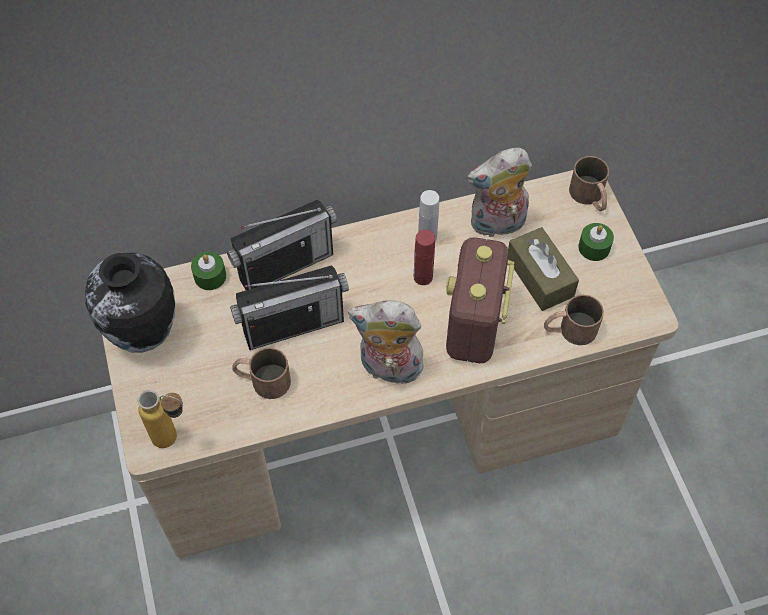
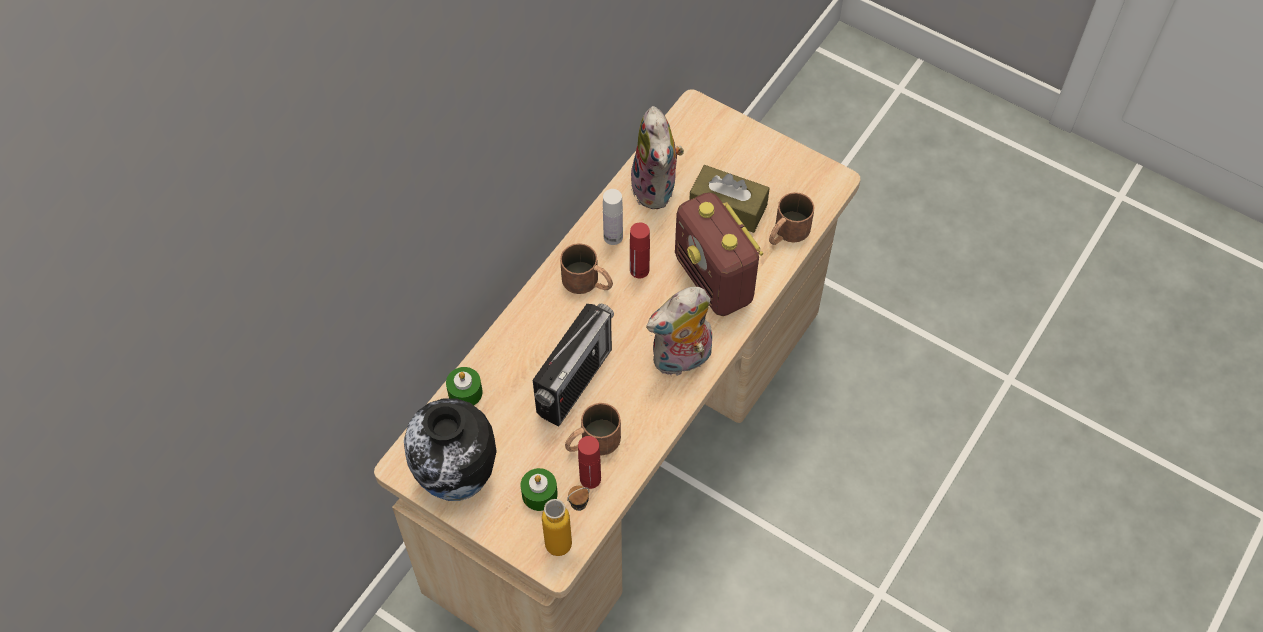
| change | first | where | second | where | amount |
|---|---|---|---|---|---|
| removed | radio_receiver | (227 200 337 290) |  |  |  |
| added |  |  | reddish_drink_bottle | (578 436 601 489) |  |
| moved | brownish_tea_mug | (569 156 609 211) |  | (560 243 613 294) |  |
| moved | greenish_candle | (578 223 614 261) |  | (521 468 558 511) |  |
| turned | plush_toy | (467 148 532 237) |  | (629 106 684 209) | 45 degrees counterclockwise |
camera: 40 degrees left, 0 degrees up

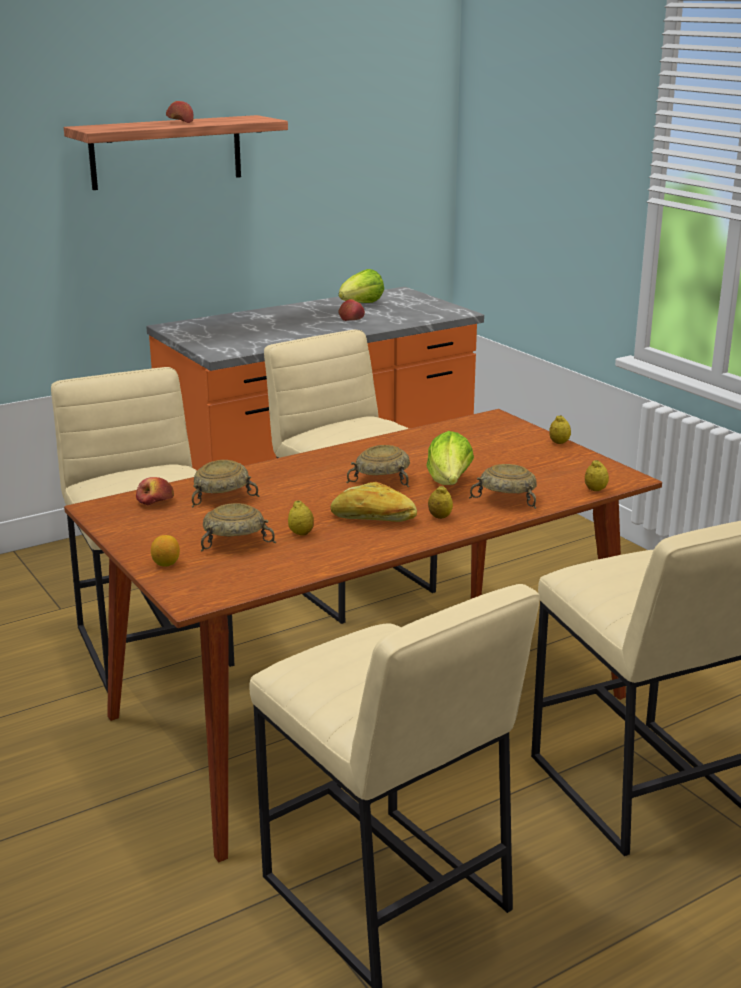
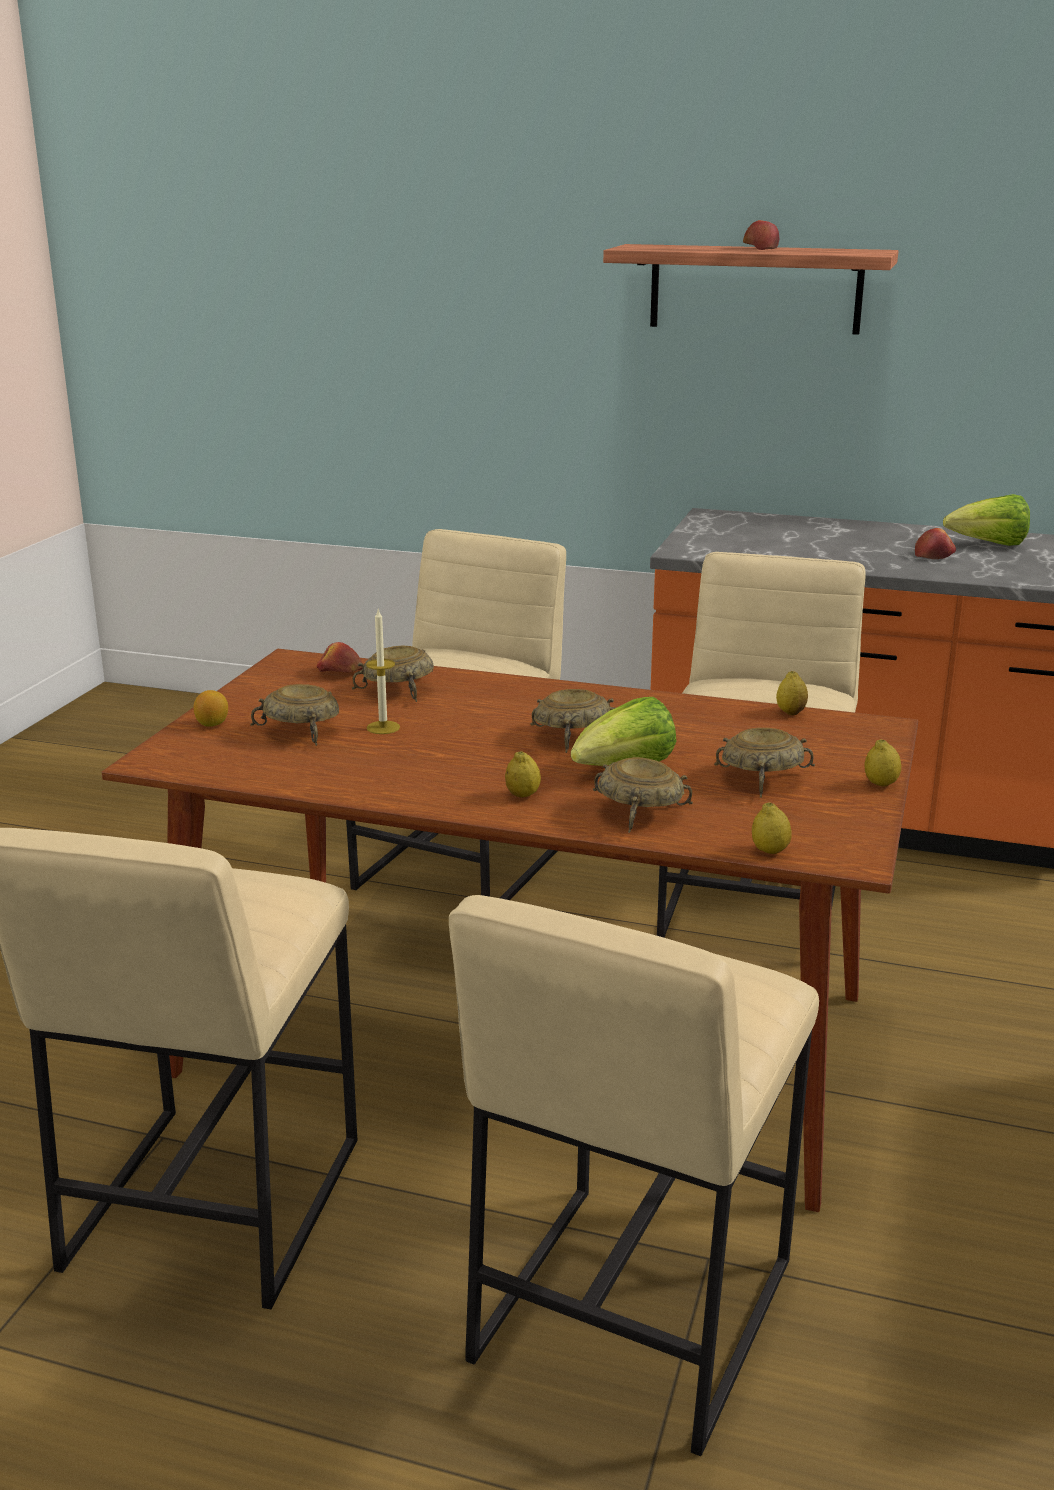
| change | first | where | second | where | amount |
|---|---|---|---|---|---|
| removed | baked_bread | (330 482 417 522) |  |  |  |
| added |  |  | candle | (366 610 400 734) |  |
| added |  |  | beige_serving_bowl | (714 728 815 798) |  |
| moved | lemon | (288 500 314 536) |  | (776 671 808 715) |  |
camera: 50 degrees right, 0 degrees up

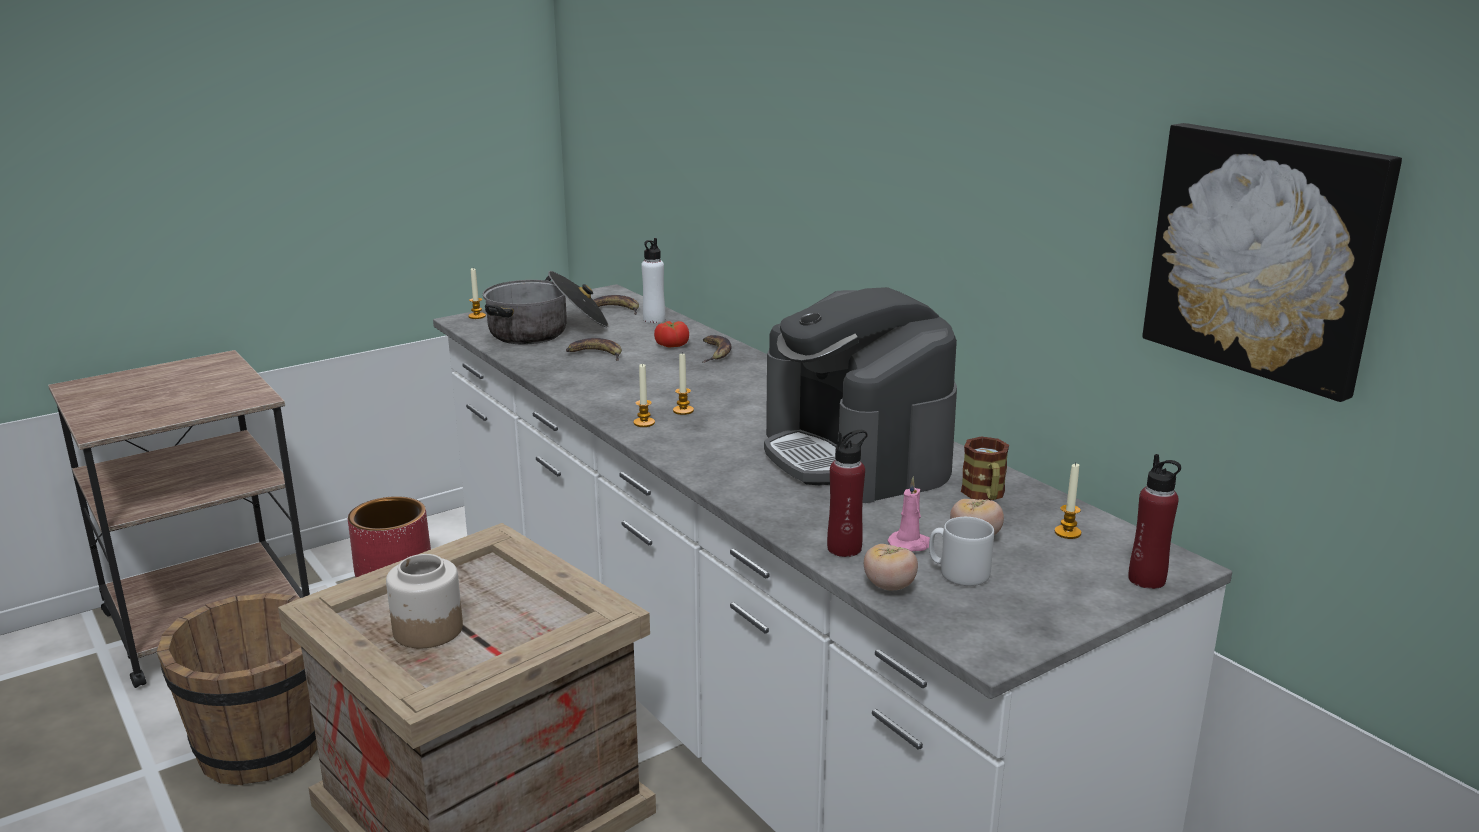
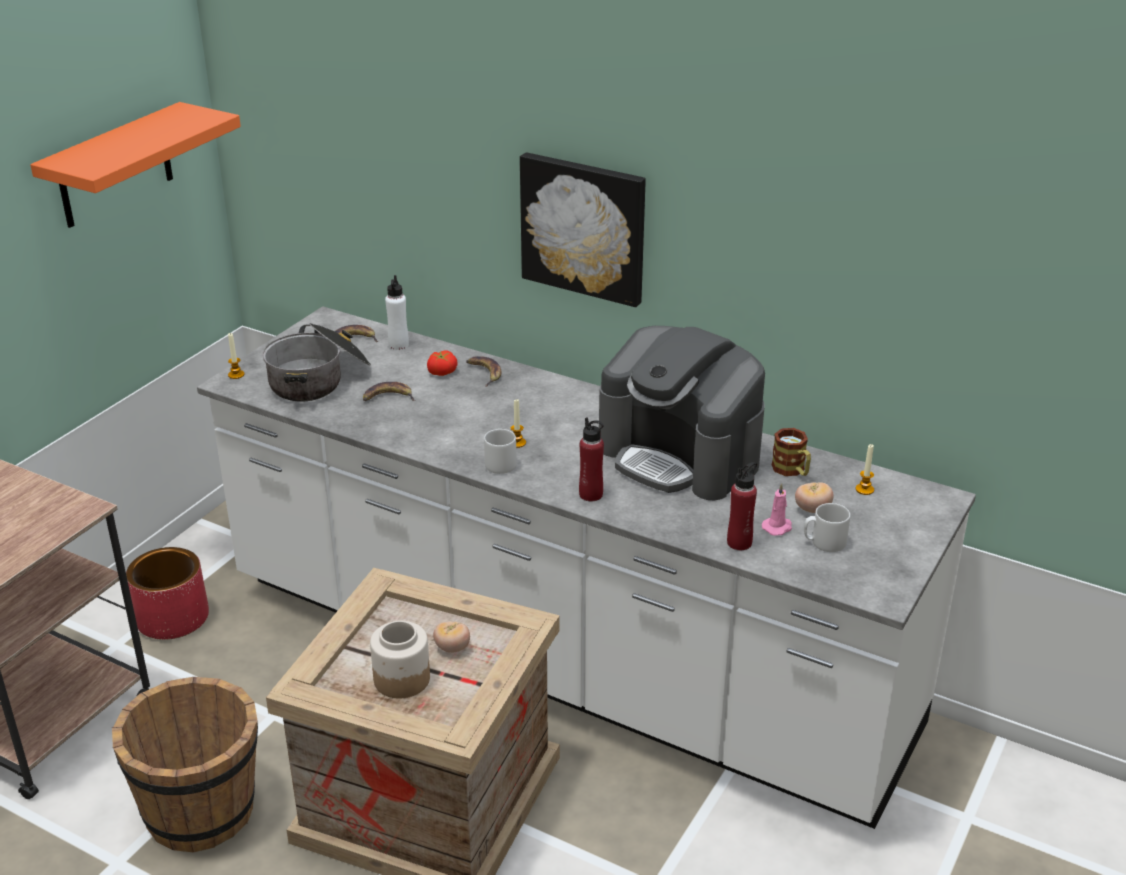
| change | first | where | second | where | amount |
|---|---|---|---|---|---|
| added |  |  | orangey_wall_shelf | (30 102 241 228) |  |
| moved | whole_tomato | (864 544 918 590) |  | (433 621 470 653) |  |
| moved | reddish_drink_bottle | (1128 454 1181 589) |  | (579 417 604 501) |  |
| moved | wall_art | (1142 123 1402 402) |  | (520 153 646 307) |  |
| replaced | candle | (634 363 655 427) | gray_tea_mug | (484 429 517 474) |  |
camera: 25 degrees left, 10 degrees up

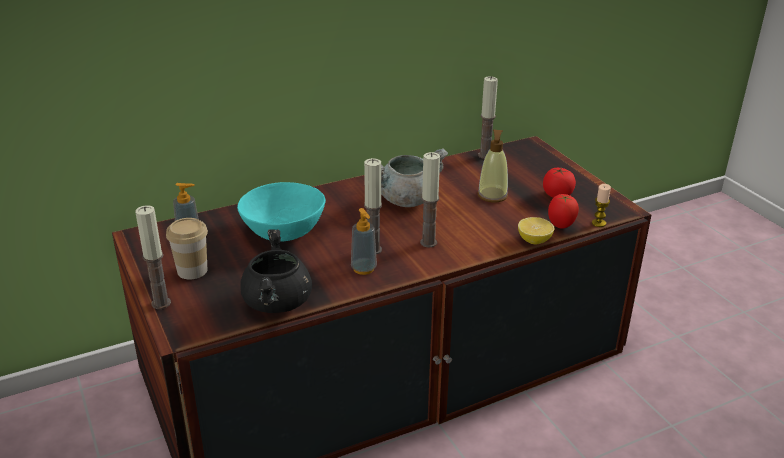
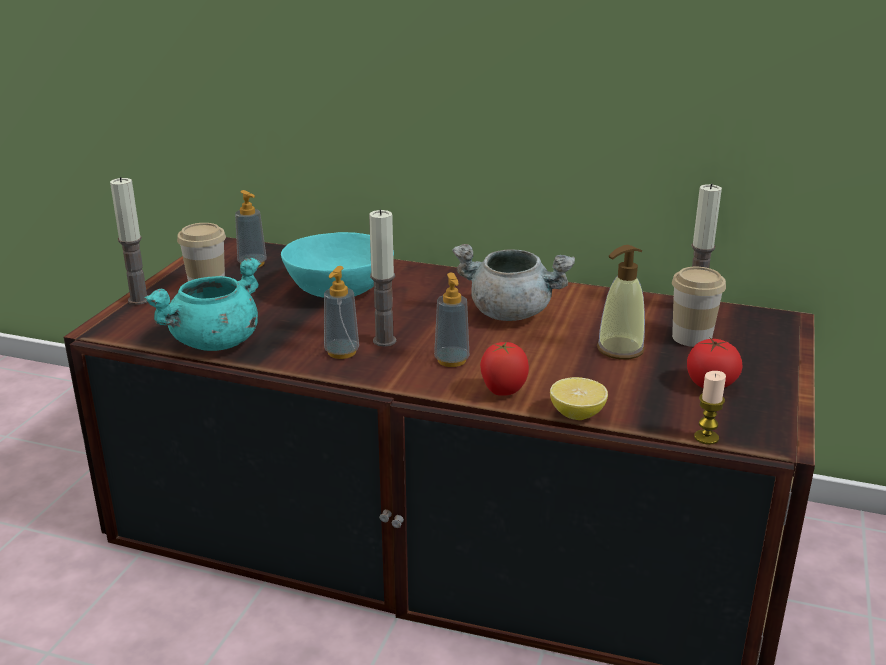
| change | first | where | second | where | amount |
|---|---|---|---|---|---|
| added |  |  | cup | (672 267 726 347) |  |
| moved | whole_tomato | (548 194 579 229) |  | (480 342 529 396) |  |
| replaced | candle | (420 152 440 248) | liquid_soap_bottle | (434 273 470 367) |  |
| recoloured | black_cooking_pot | (240 230 312 313) | turquoise-coloured_cooking_pot | (145 257 261 351) |  |
camera: 45 degrees right, 5 degrees down

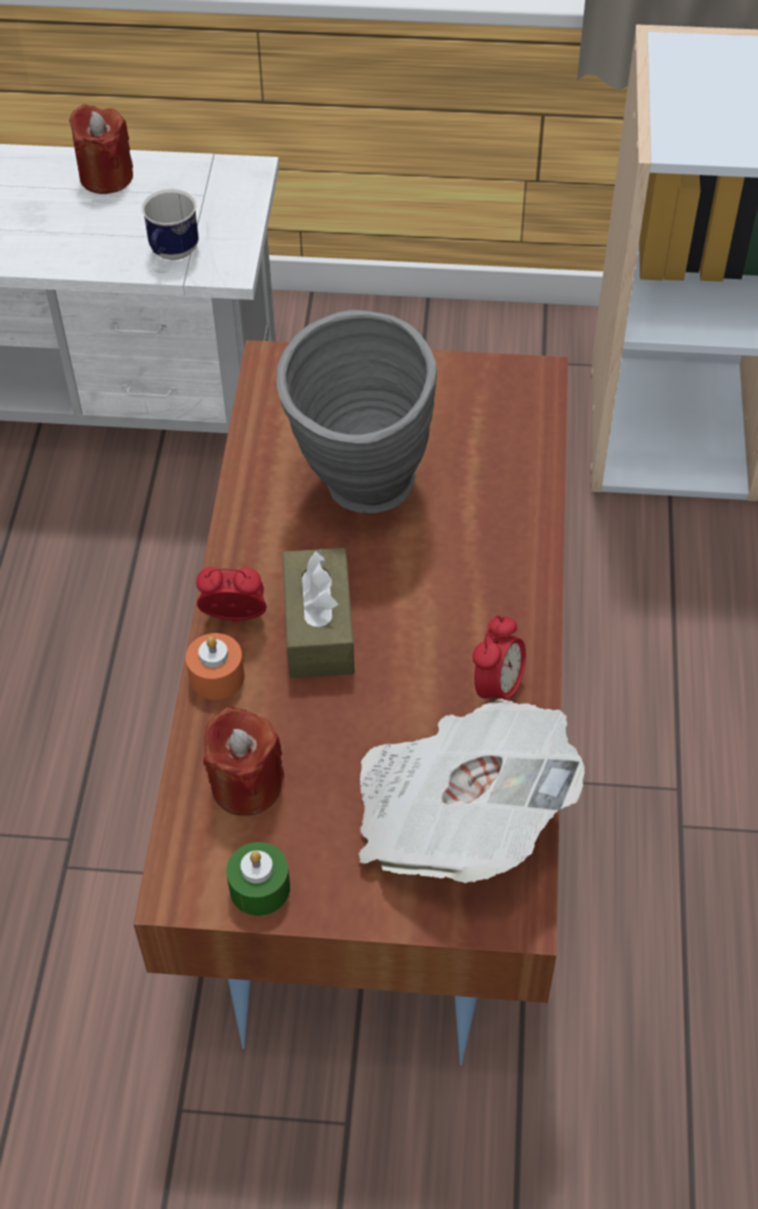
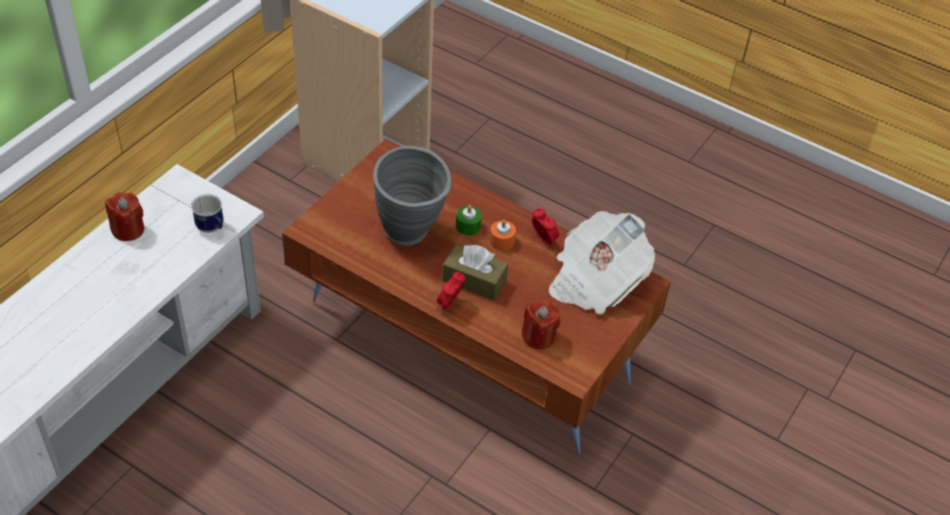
| change | first | where | second | where | amount |
|---|---|---|---|---|---|
| moved | orangey_candle | (186 633 245 700) |  | (490 220 516 250) |  |
| moved | greenish_candle | (226 842 290 916) |  | (456 205 482 236) |  |
camera: 65 degrees left, 5 degrees down

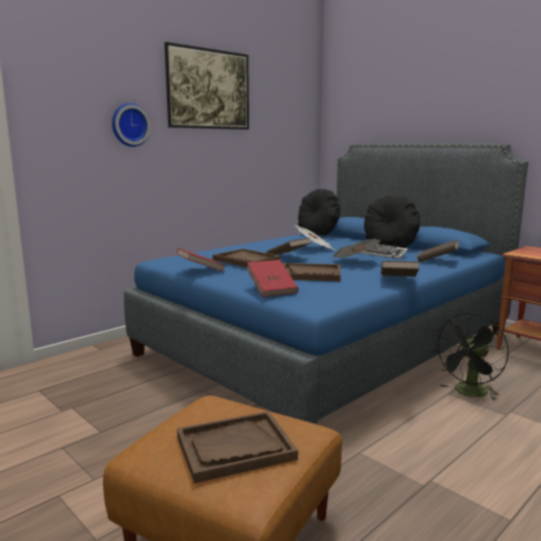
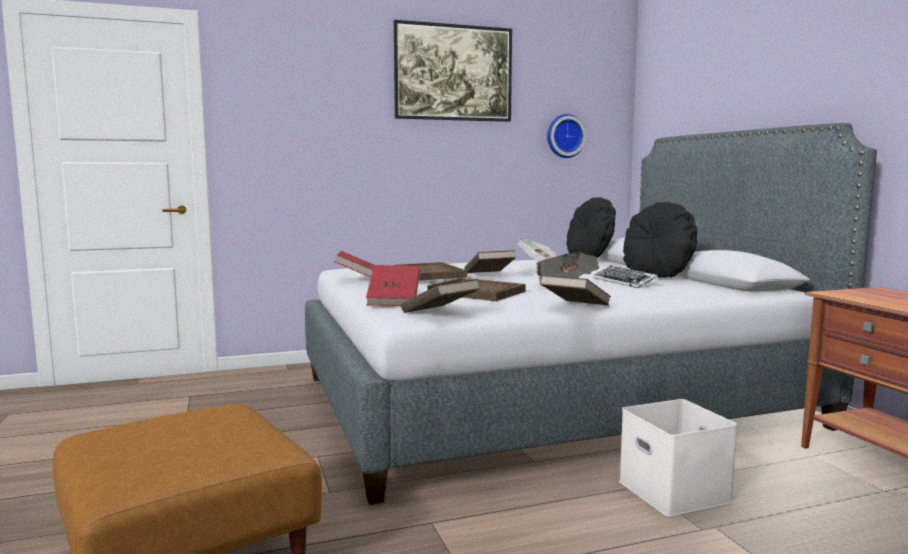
| change | first | where | second | where | amount |
|---|---|---|---|---|---|
| removed | brownish_carrying_tray | (177 411 298 483) |  |  |  |
| moved | clock_on_the_wall | (112 103 151 147) |  | (547 114 586 158) |  |
| moved | brownish_book | (417 240 459 262) |  | (401 279 481 313) |  |
| replaced | black_electric_fan | (433 313 509 401) | white-coloured_storage_box | (619 399 737 517) |  |
| recoloured | blue-coloured_sleeping_bed | (124 143 528 424) | gray_sleeping_bed | (305 123 877 505) |  |
camera: 25 degrees right, 5 degrees down

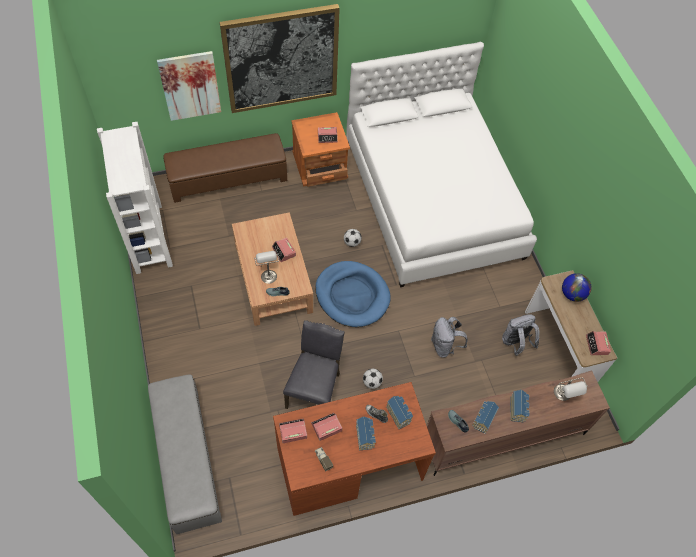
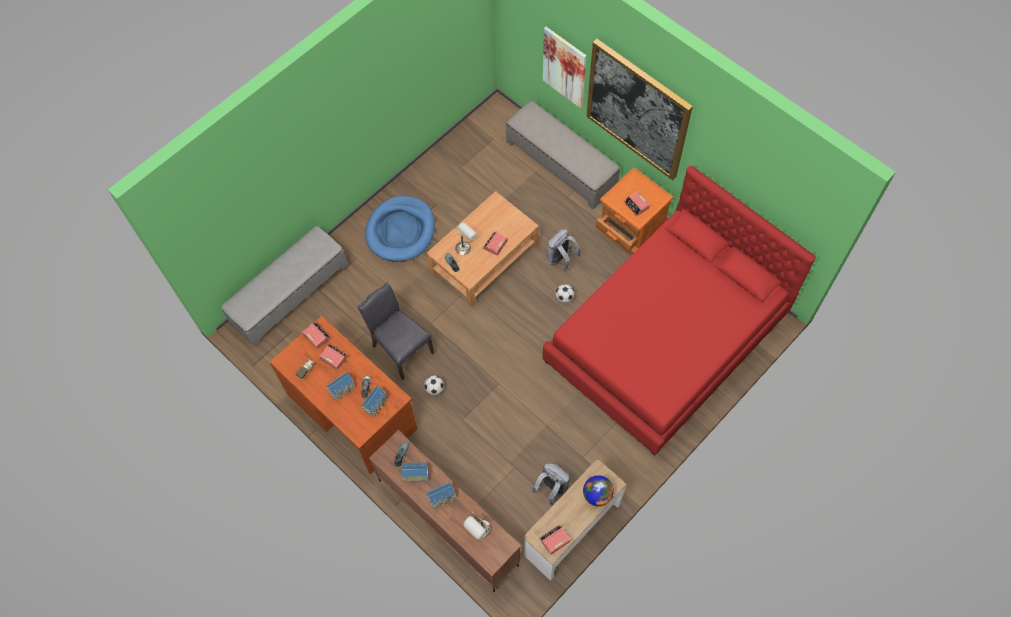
| change | first | where | second | where | amount |
|---|---|---|---|---|---|
| removed | white-coloured_shelving_unit | (97 122 173 274) |  |  |  |
| moved | blue-coloured_dog_bed | (315 261 391 327) |  | (365 196 435 262) |  |
| moved | gray_knapsack | (431 317 468 357) |  | (546 229 581 271) |  |
| recoloured | brownish_long_seat | (163 133 287 203) | gray_long_seat | (506 101 620 209) |  |
| recoloured | white-coloured_sleeping_bed | (346 42 537 287) | reddish_sleeping_bed | (542 166 816 456) |  |
| turned | gray_plain_chair | (283 320 345 409) |  | (357 282 434 380) | 120 degrees counterclockwise |
camera: 65 degrees right, 5 degrees up

